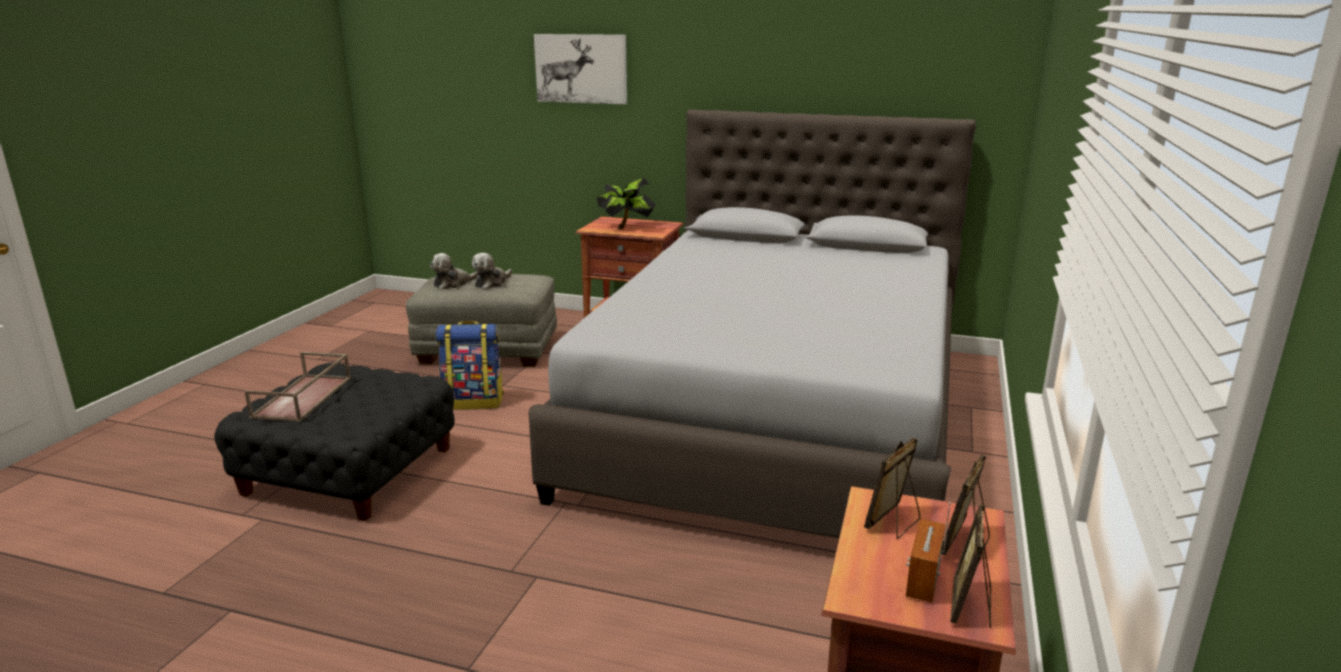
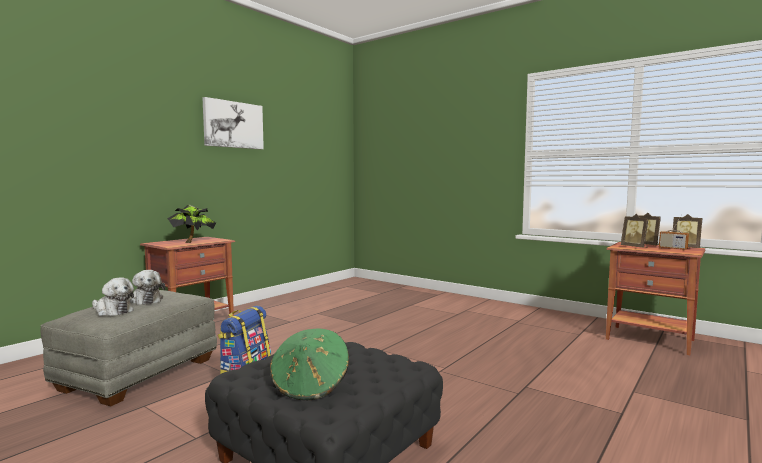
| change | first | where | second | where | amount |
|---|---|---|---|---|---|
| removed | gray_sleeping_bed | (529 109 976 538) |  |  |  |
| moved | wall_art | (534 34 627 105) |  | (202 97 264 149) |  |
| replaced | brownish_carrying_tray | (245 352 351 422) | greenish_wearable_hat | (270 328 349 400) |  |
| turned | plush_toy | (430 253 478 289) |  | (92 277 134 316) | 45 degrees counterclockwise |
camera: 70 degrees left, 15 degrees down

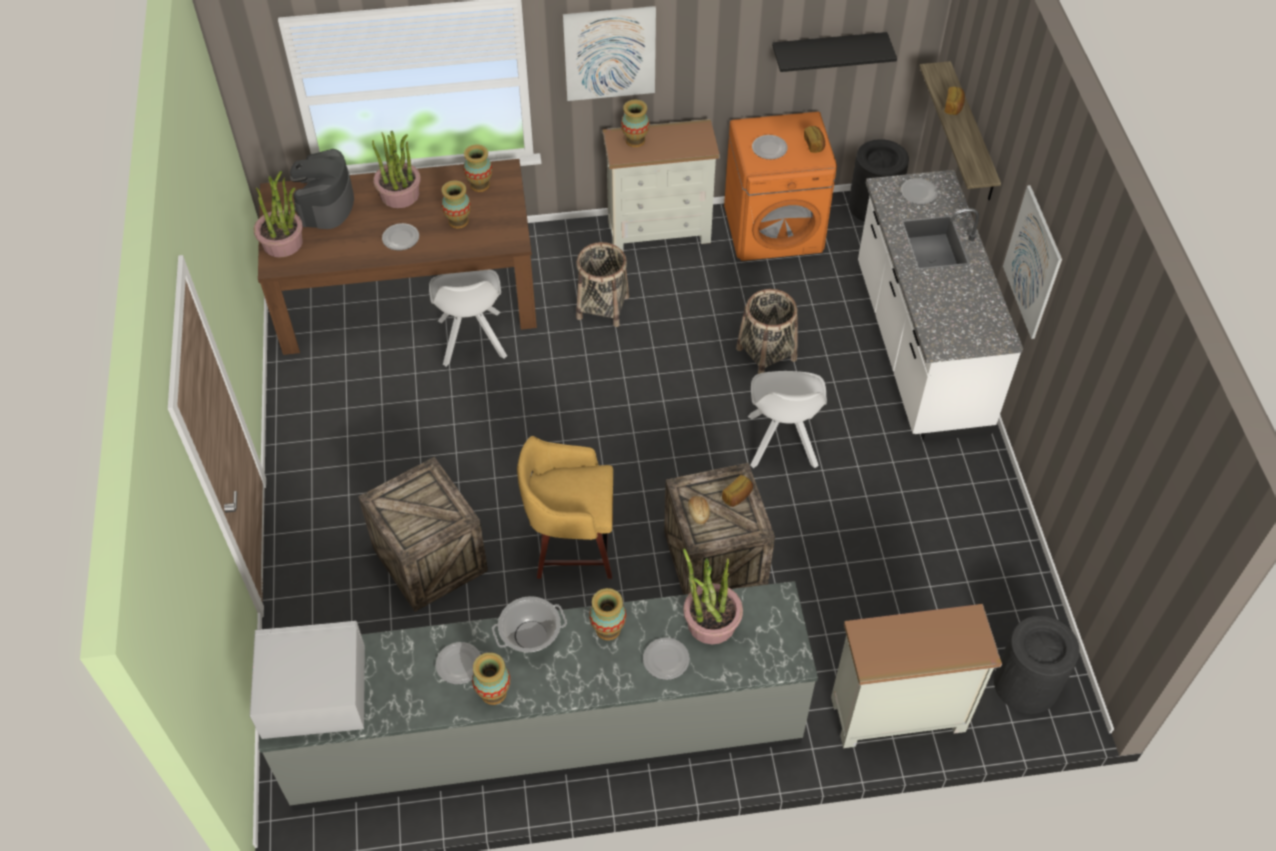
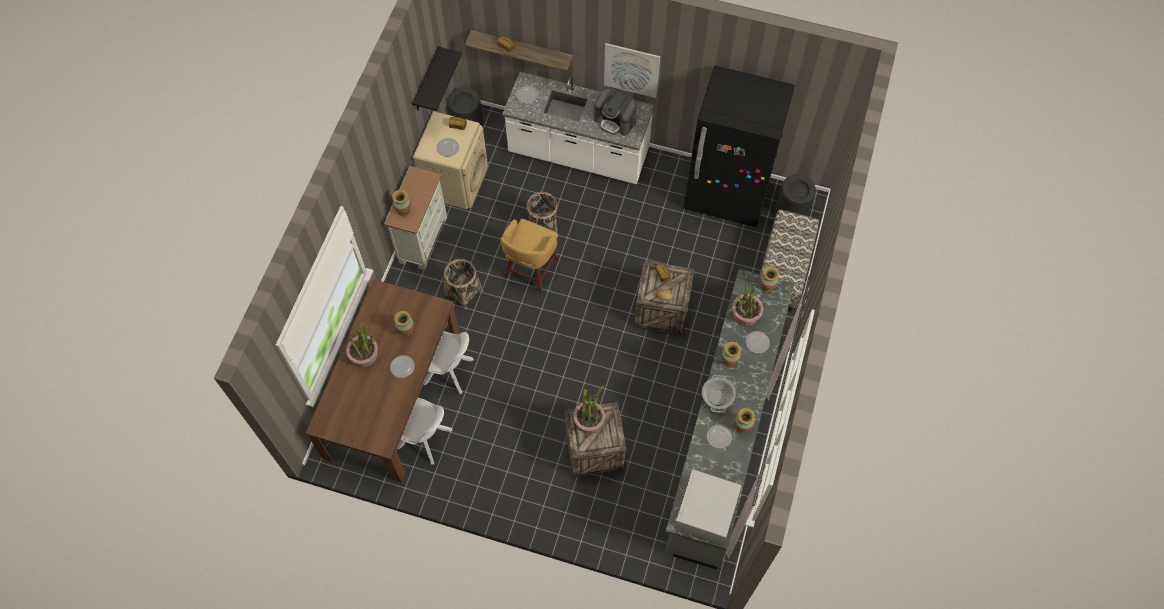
| change | first | where | second | where | amount |
|---|---|---|---|---|---|
| removed | wall_art | (563 6 656 101) |  |  |  |
| added |  |  | black_refrigerator | (684 66 795 227) |  |
| moved | potted_plant | (254 171 303 258) |  | (573 385 605 433) |  |
| moved | coffee_machine | (290 149 354 229) |  | (594 88 637 136) |  |
| moved | flower_vase | (463 144 493 192) |  | (759 266 779 293) |  |
| moved | yellow-coloured_stool | (517 436 613 579) |  | (501 219 559 293) |  |
| moved | white-coloured_plain_chair | (748 371 827 468) |  | (397 398 452 465) |  |
| replaced | white-coloured_chest_of_drawers | (831 604 1002 748) | long_seat | (760 210 819 312) |  |
| recoloured | orangey_laundry_appliance | (724 112 837 261) | beige_laundry_appliance | (413 111 488 209) |  |
camera: 65 degrees left, 10 degrees up

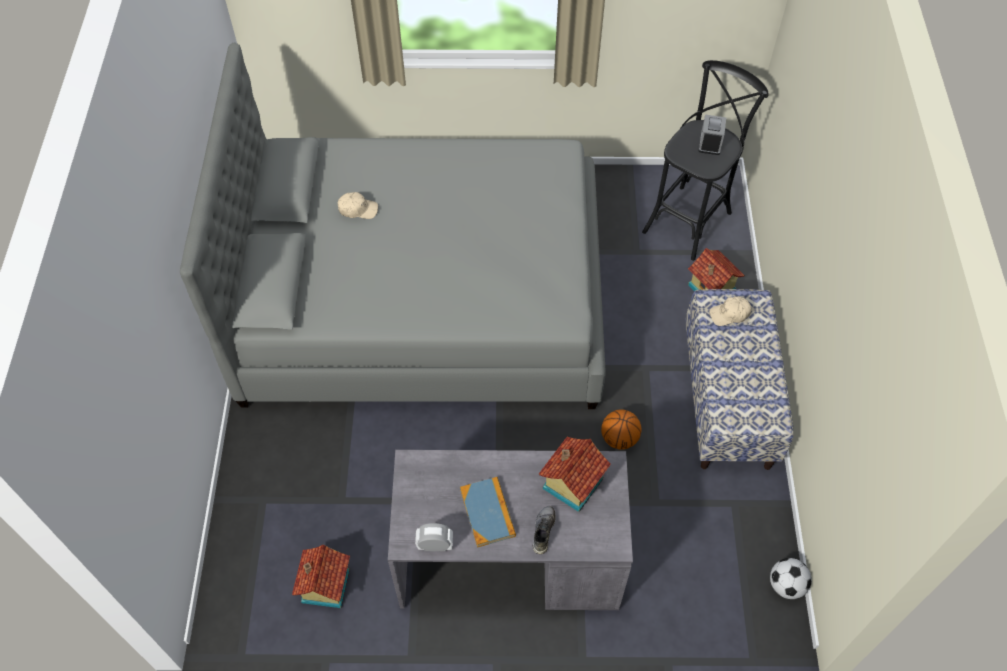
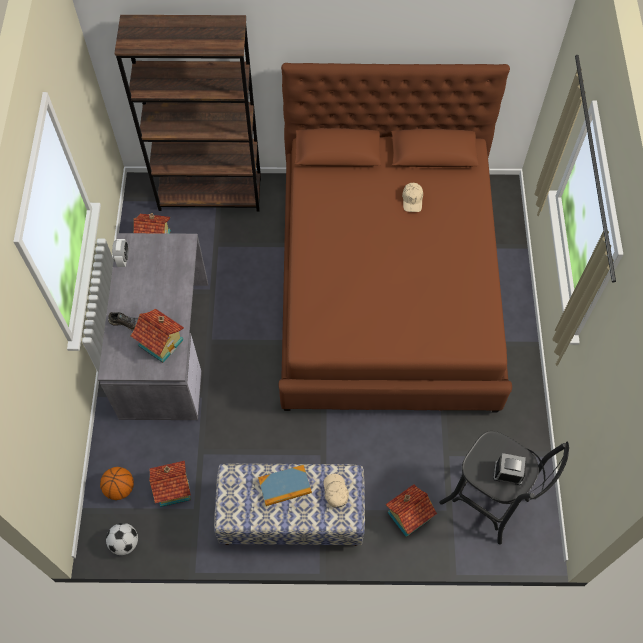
| change | first | where | second | where | amount |
|---|---|---|---|---|---|
| added |  |  | brownish_shelving_unit | (115 15 261 212) |  |
| added |  |  | model_house | (149 461 191 507) |  |
| moved | book | (460 477 516 548) |  | (258 465 312 506) |  |
| moved | basketball | (601 410 642 450) |  | (100 467 134 500) |  |
| recoloured | gray_sleeping_bed | (180 43 606 409) | brownish_sleeping_bed | (279 63 512 413) |  |
camera: 90 degrees right, 5 degrees up

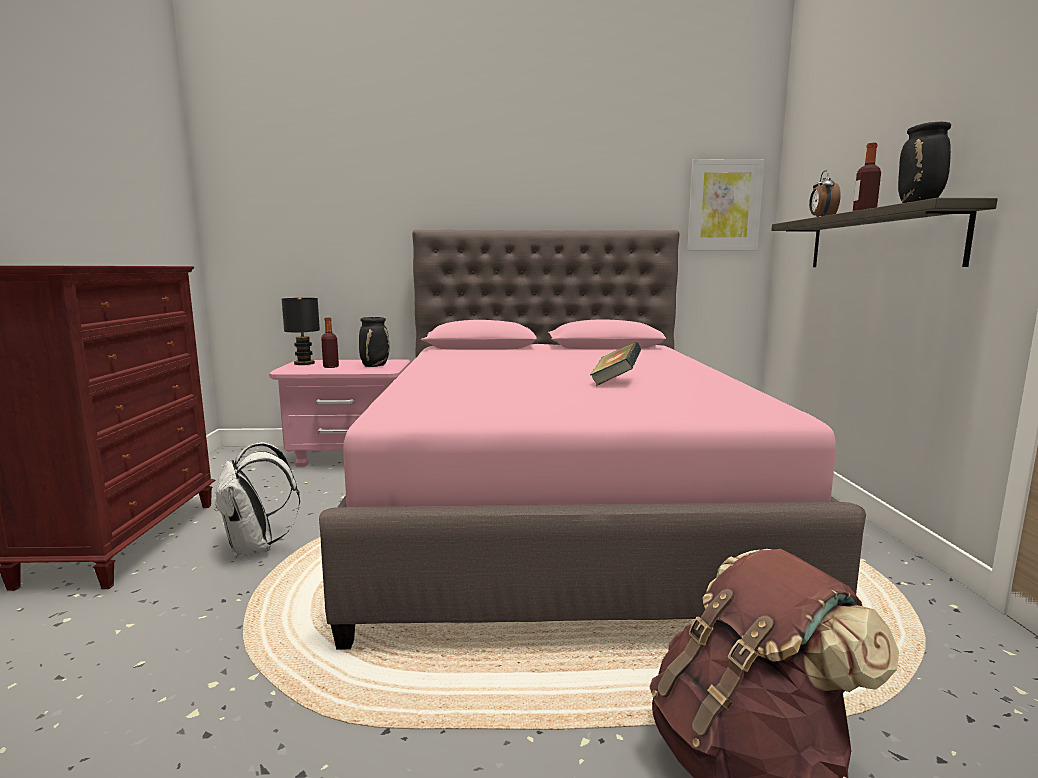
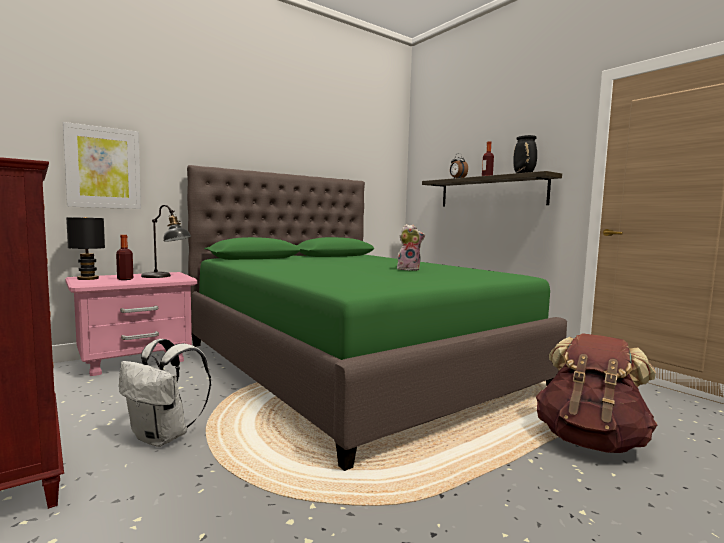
| change | first | where | second | where | amount |
|---|---|---|---|---|---|
| moved | wall_art | (687 159 765 250) |  | (63 122 141 209) |  |
| replaced | black_flower_vase | (359 317 389 367) | gray_tabletop_lamp | (141 205 191 278) |  |
| replaced | book | (590 342 641 386) | plush_toy | (397 224 425 271) |  |
| recoloured | pink_sleeping_bed | (319 230 866 650) | greenish_sleeping_bed | (187 165 567 471) |  |
camera: 35 degrees left, 5 degrees down

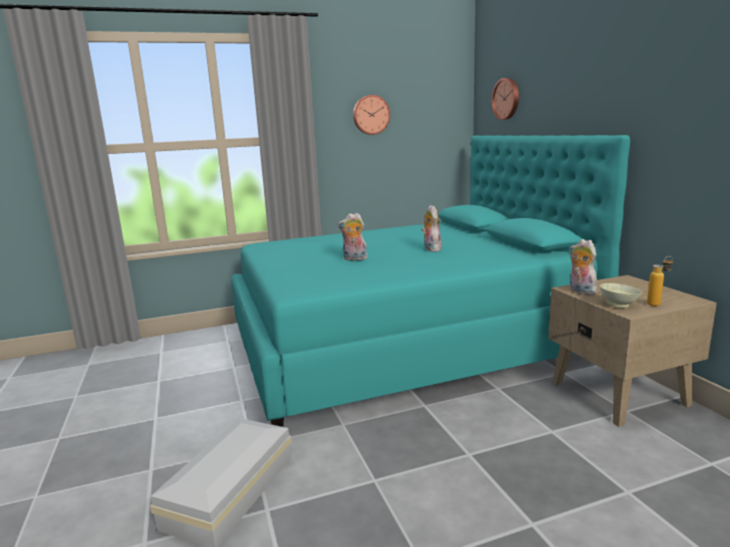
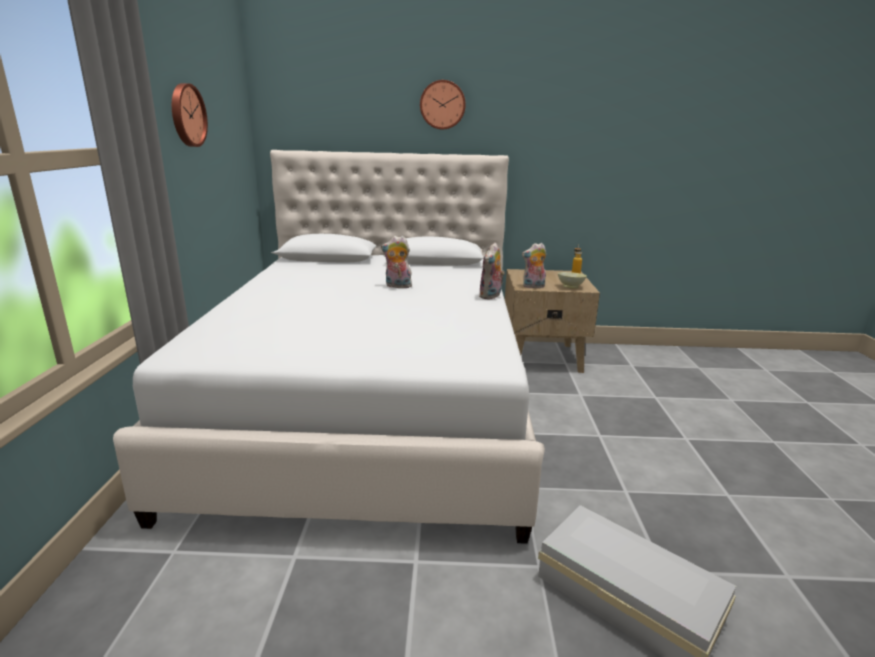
| change | first | where | second | where | amount |
|---|---|---|---|---|---|
| moved | plush_toy | (338 213 367 261) |  | (479 243 505 299) |  |
| moved | clock_on_the_wall | (492 78 519 120) |  | (420 80 466 129) |  |
| recoloured | turquoise-coloured_sleeping_bed | (231 135 630 427) | white-coloured_sleeping_bed | (113 150 545 544) |  |
camera: 70 degrees left, 5 degrees up

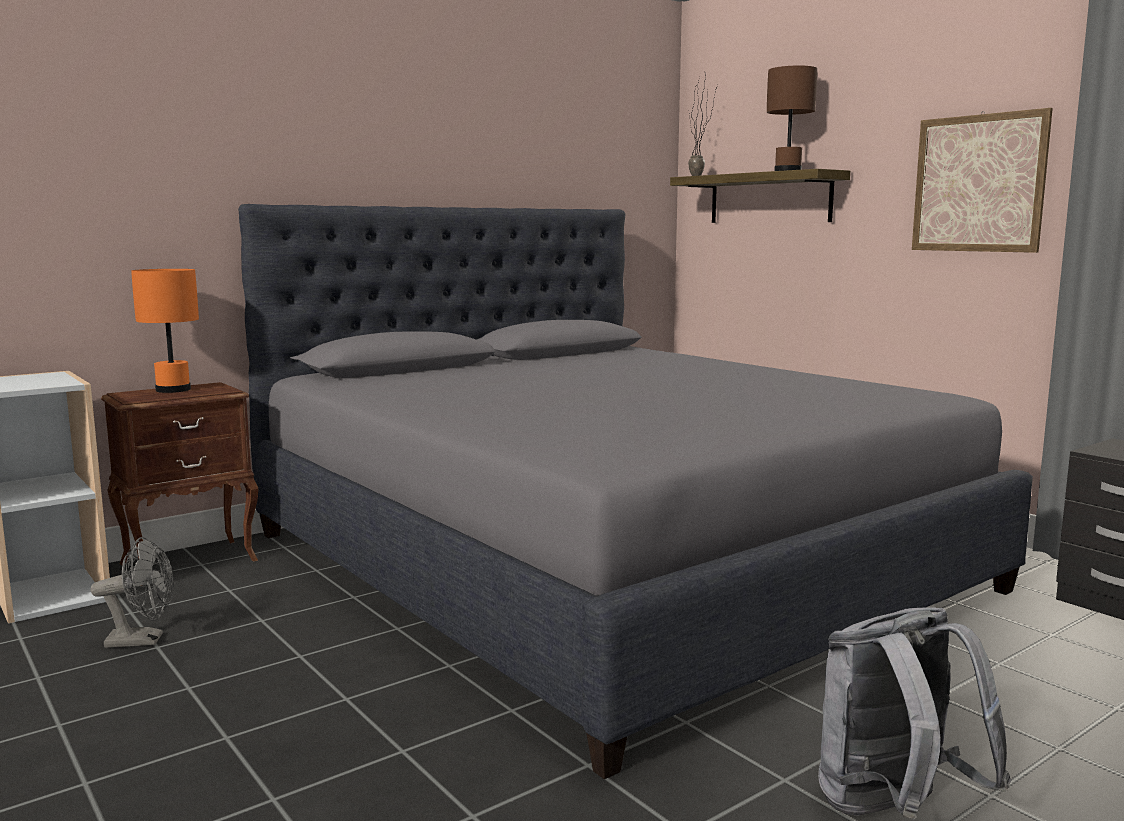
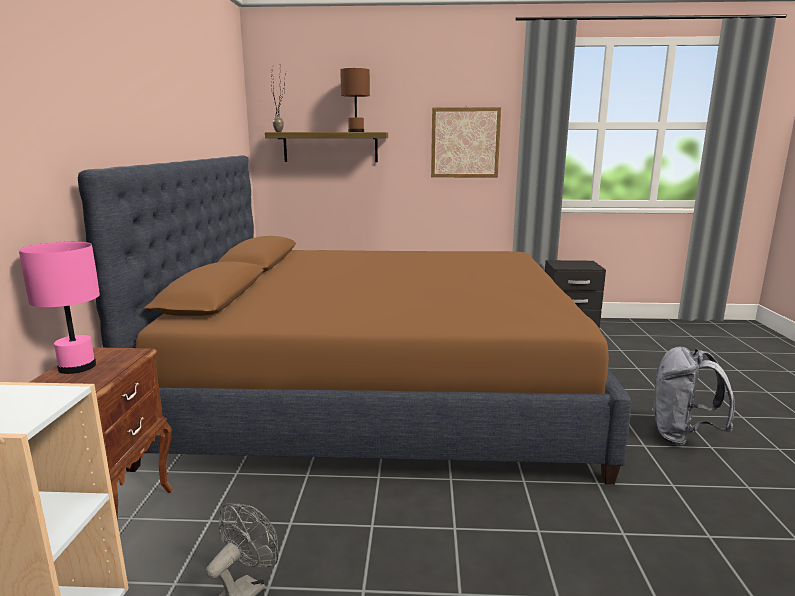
| change | first | where | second | where | amount |
|---|---|---|---|---|---|
| recoloured | orangey_tabletop_lamp | (131 269 199 393) | pink_tabletop_lamp | (19 241 100 374) |  |
| recoloured | gray_sleeping_bed | (238 204 1033 779) | brownish_sleeping_bed | (78 155 631 485) |  |
camera: 50 degrees left, 5 degrees up

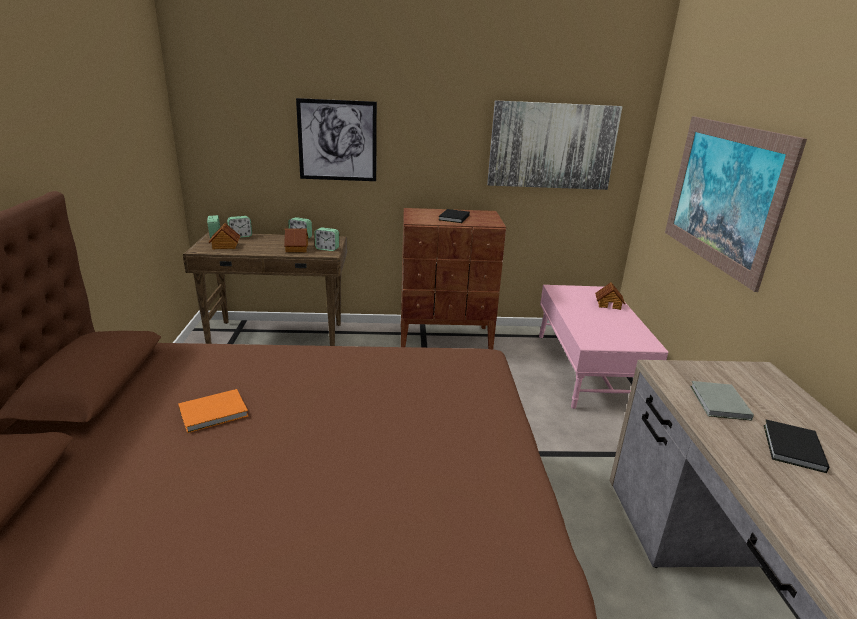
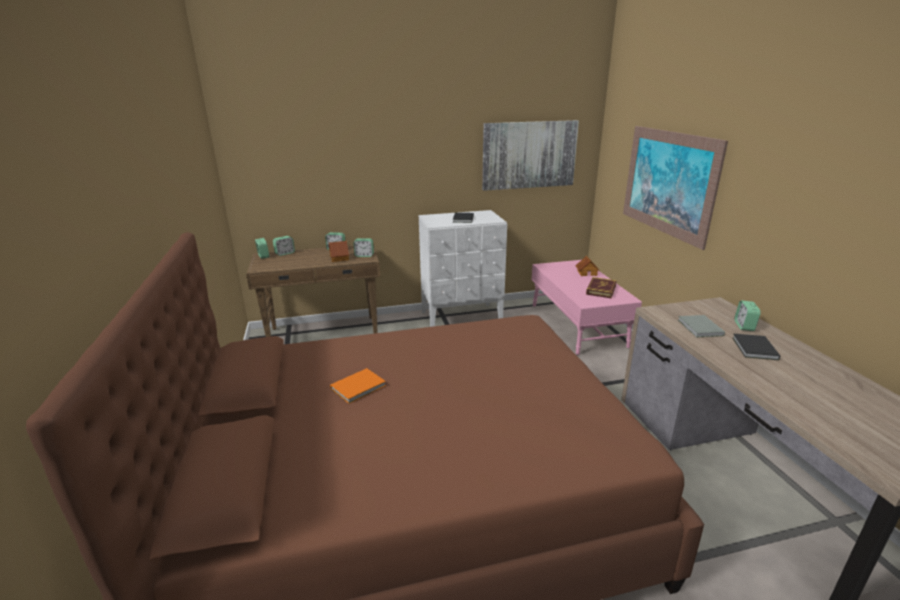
| change | first | where | second | where | amount |
|---|---|---|---|---|---|
| removed | model_house | (209 223 240 249) |  |  |  |
| removed | wall_art | (296 98 377 181) |  |  |  |
| added |  |  | book | (586 277 617 298) |  |
| added |  |  | alarm_clock | (735 300 761 331) |  |
| recoloured | brownish_chest_of_drawers | (401 208 506 349) | white-coloured_chest_of_drawers | (419 210 507 327) |  |
camera: 10 degrees left, 0 degrees up

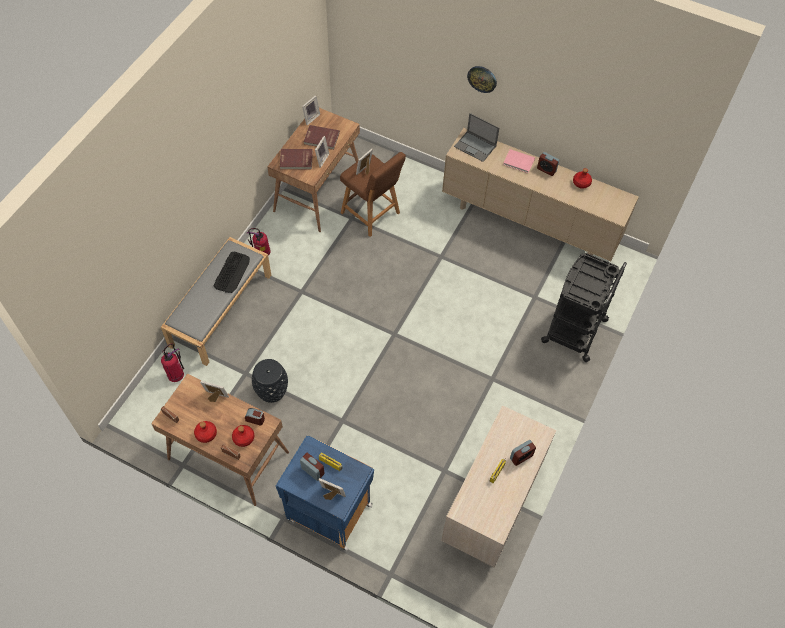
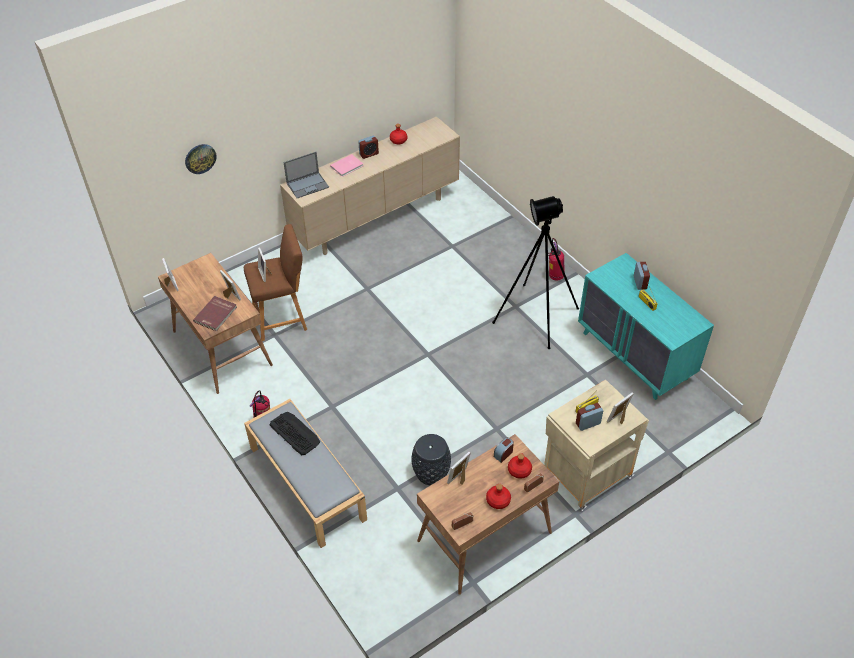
| change | first | where | second | where | amount |
|---|---|---|---|---|---|
| removed | reddish_book | (304 125 340 150) |  |  |  |
| removed | black_wheeled_cart | (541 253 627 362) |  |  |  |
| added |  |  | black_standard_lamp | (492 196 579 349) |  |
| moved | fire_extinguisher | (161 343 184 382) |  | (548 238 565 281) |  |
| moved | clock_on_the_wall | (467 66 497 93) |  | (185 144 217 174) |  |
| recoloured | blue-coloured_wheeled_cart | (276 436 374 551) | beige_wheeled_cart | (544 380 649 511) |  |
| recoloured | beige_chest_of_drawers | (441 405 556 567) | turquoise-coloured_chest_of_drawers | (578 253 714 400) |  |
camera: 60 degrees left, 10 degrees down

